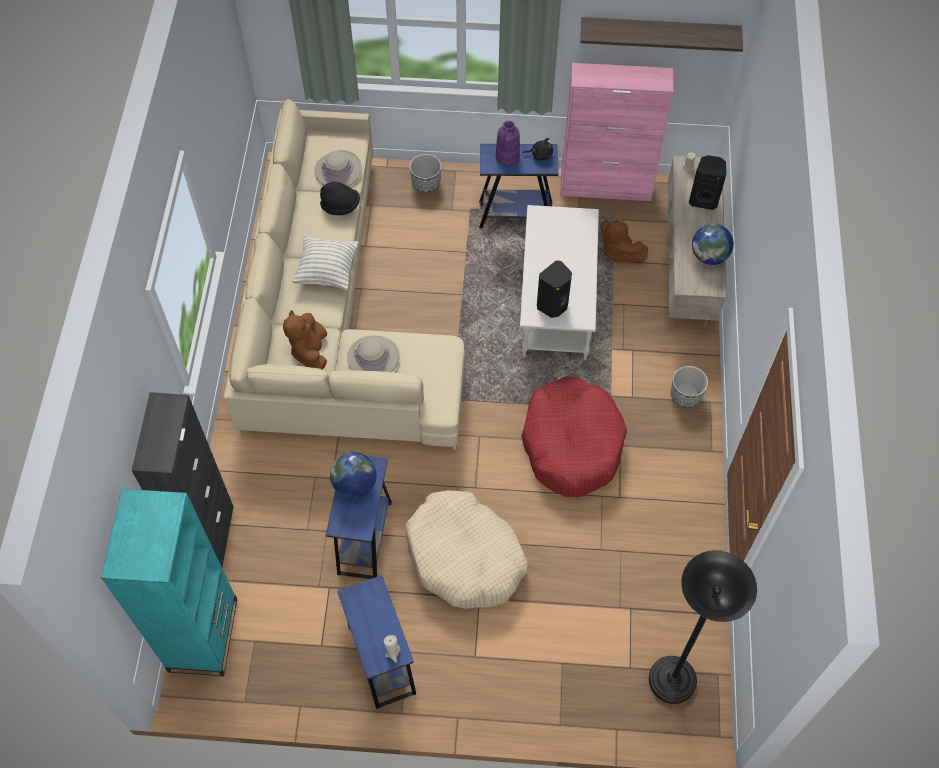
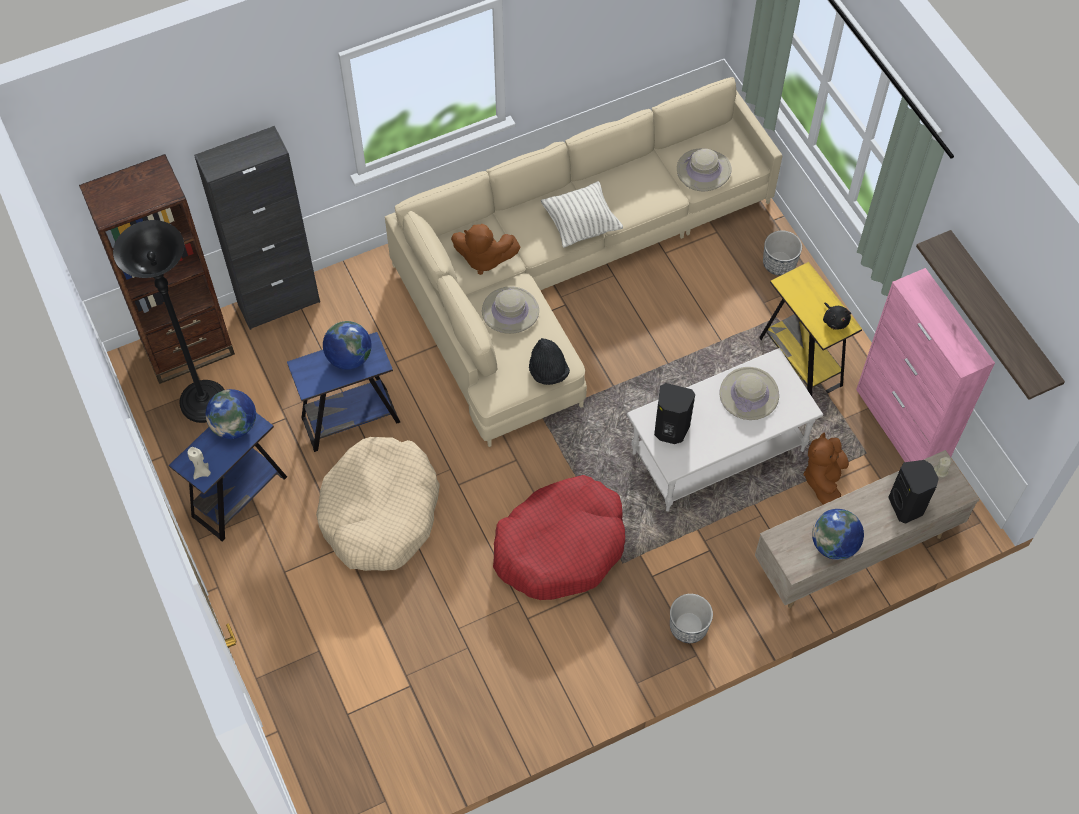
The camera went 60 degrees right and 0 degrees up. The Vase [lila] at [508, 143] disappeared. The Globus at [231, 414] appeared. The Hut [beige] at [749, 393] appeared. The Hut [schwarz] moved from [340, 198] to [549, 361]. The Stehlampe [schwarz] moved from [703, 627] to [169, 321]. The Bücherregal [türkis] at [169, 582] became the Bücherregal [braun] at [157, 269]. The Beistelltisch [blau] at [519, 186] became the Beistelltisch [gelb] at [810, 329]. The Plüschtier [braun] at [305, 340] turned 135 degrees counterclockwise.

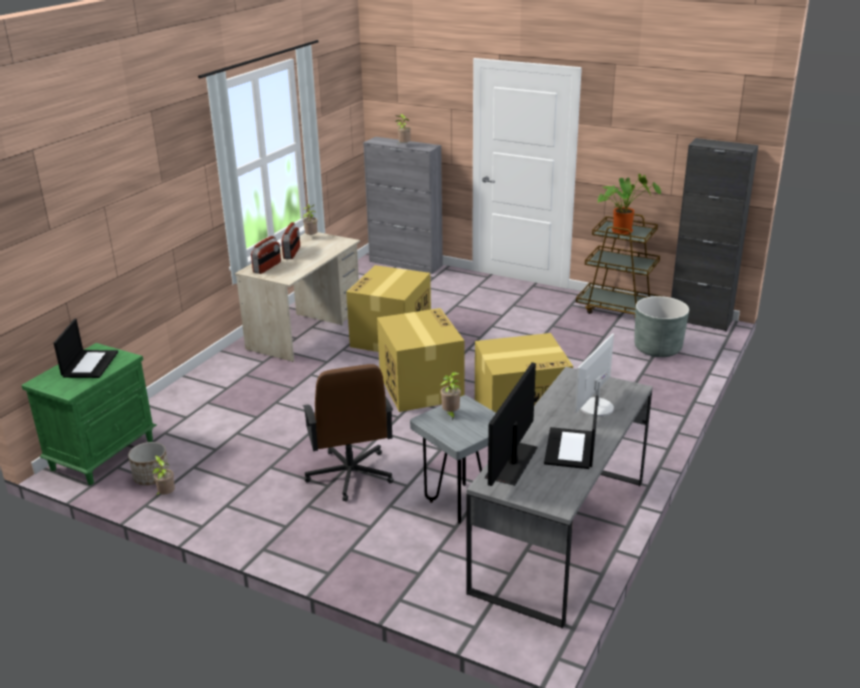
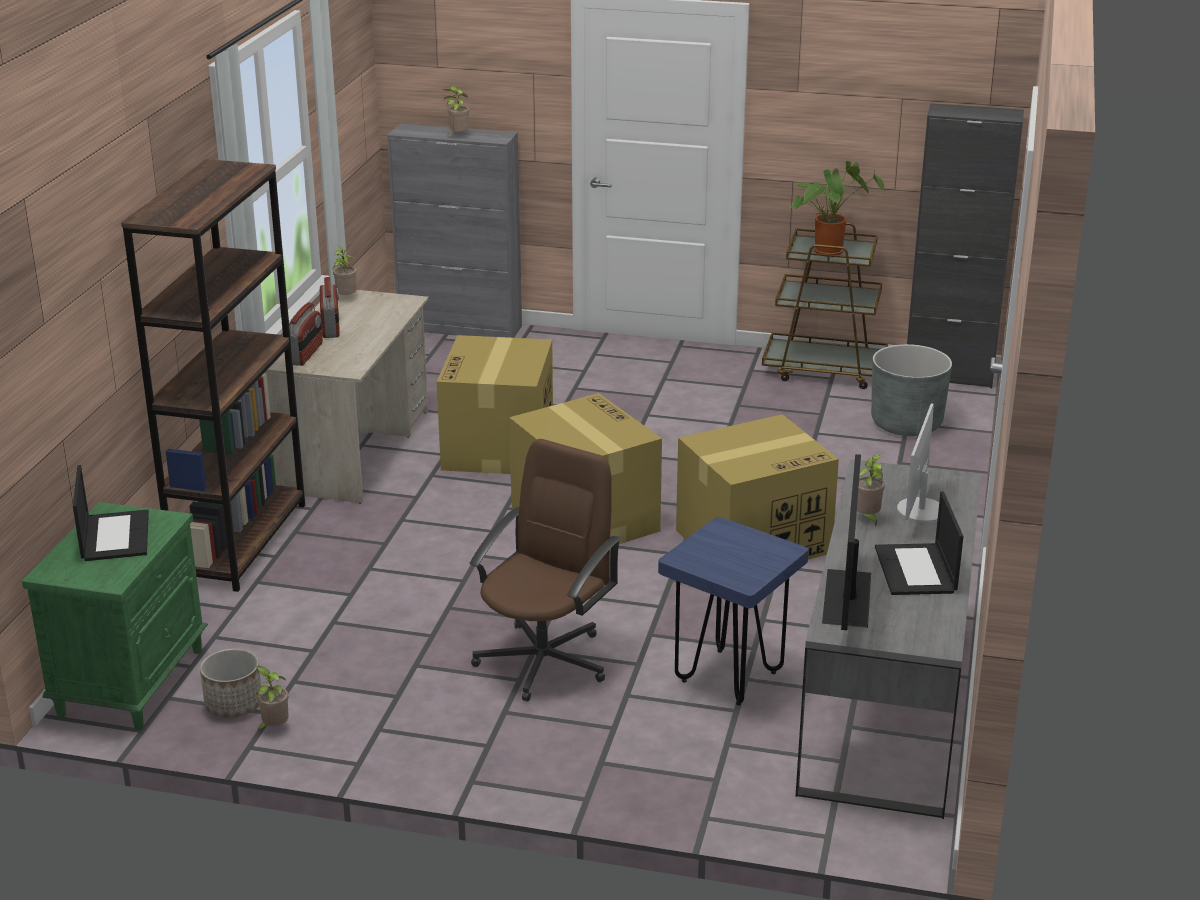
The camera went 15 degrees left and 0 degrees up. The Bücherregal [braun] at [213, 375] appeared. The Topfpflanze moved from [450, 396] to [871, 490]. The Hocker [grau] at [453, 459] became the Hocker [blau] at [733, 611]. The Bürostuhl [braun] at [348, 433] turned 120 degrees counterclockwise.

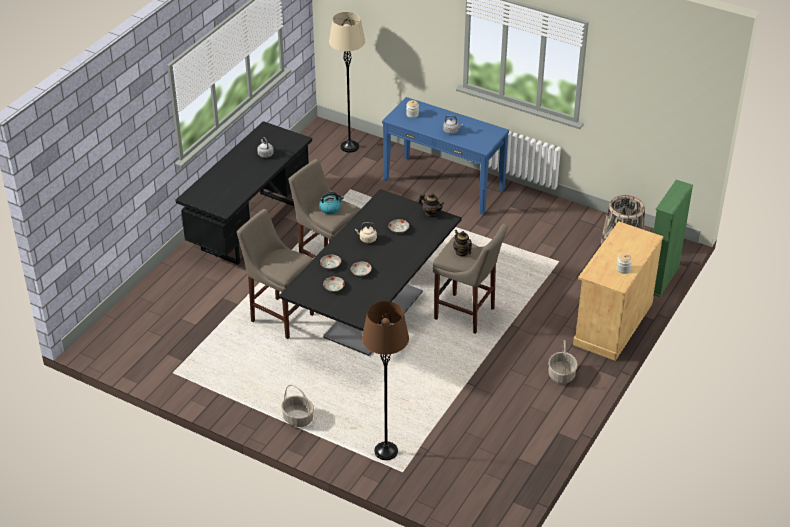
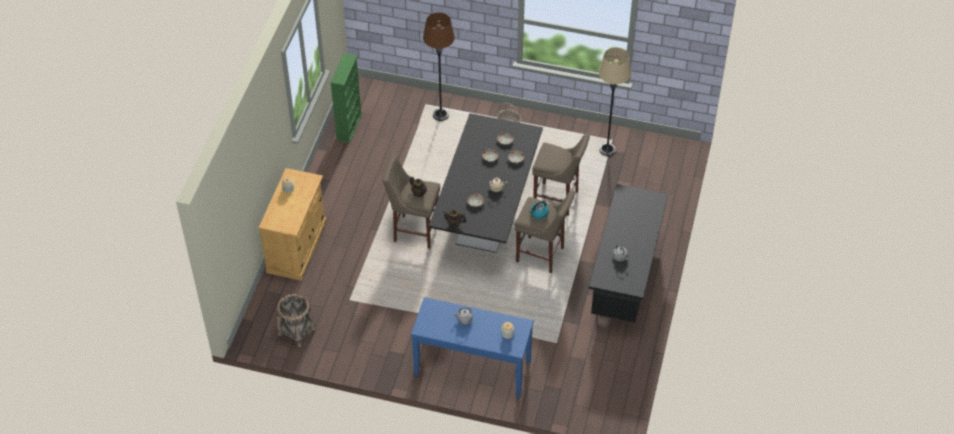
The camera went 165 degrees right and 10 degrees up. The Korb at [563, 362] disappeared. The Stehlampe [beige] moved from [347, 82] to [615, 101]. The Bücherregal [grün] moved from [673, 238] to [346, 98].

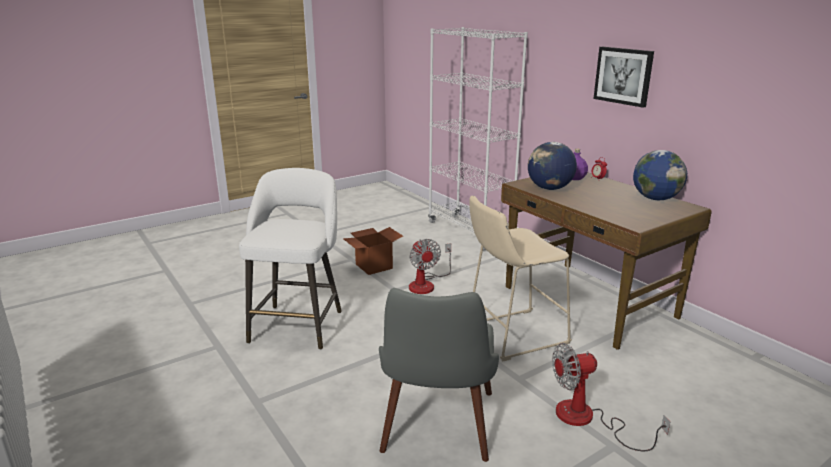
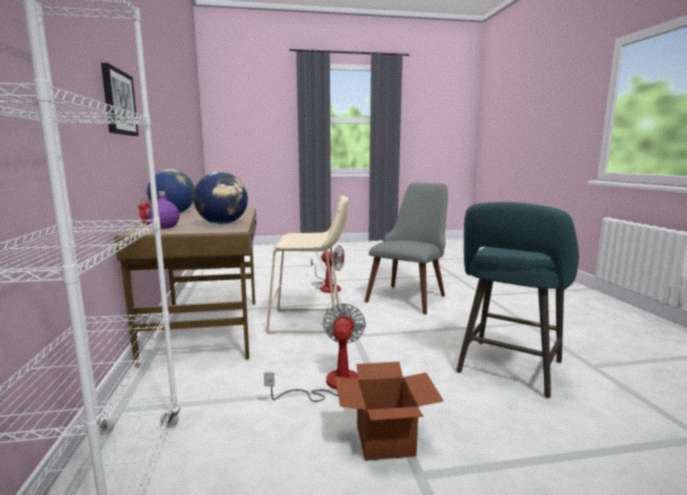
The camera went 155 degrees left and 10 degrees down. The Hocker [weiß] at [290, 259] became the Hocker [türkis] at [517, 300].

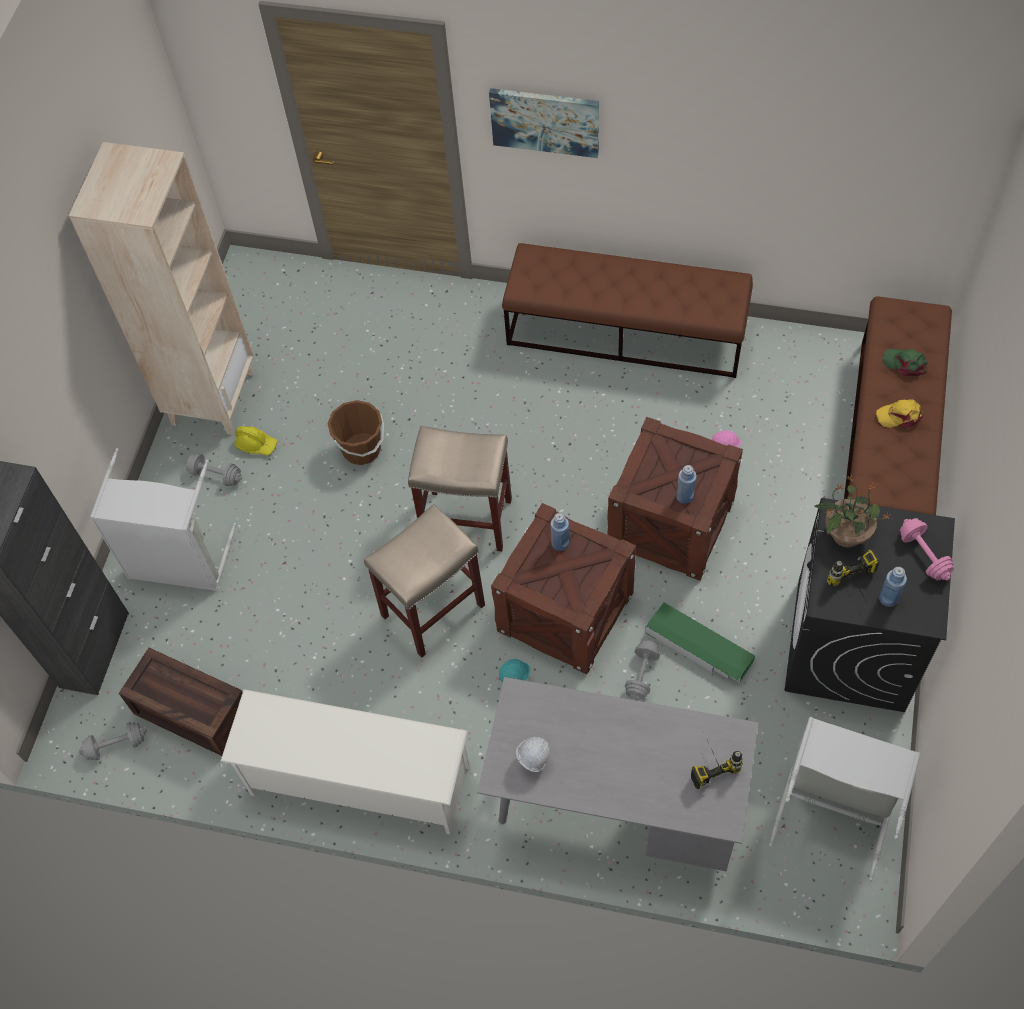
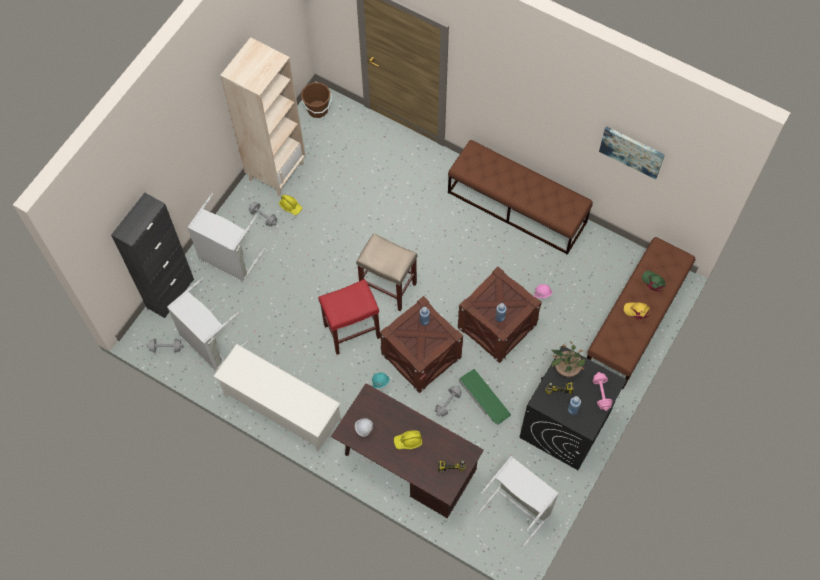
The camera went 15 degrees right and 5 degrees up. The Schutzhelm [gelb] at [408, 440] appeared. The Eimer [braun] moved from [356, 432] to [316, 100]. The Bild moved from [544, 123] to [632, 153]. The Kiste at [181, 702] was replaced by the Wäschekorb [grau] at [207, 324]. The Hocker [beige] at [424, 581] became the Hocker [rot] at [349, 317]. The Schreibtisch [grau] at [618, 774] became the Schreibtisch [braun] at [407, 451].

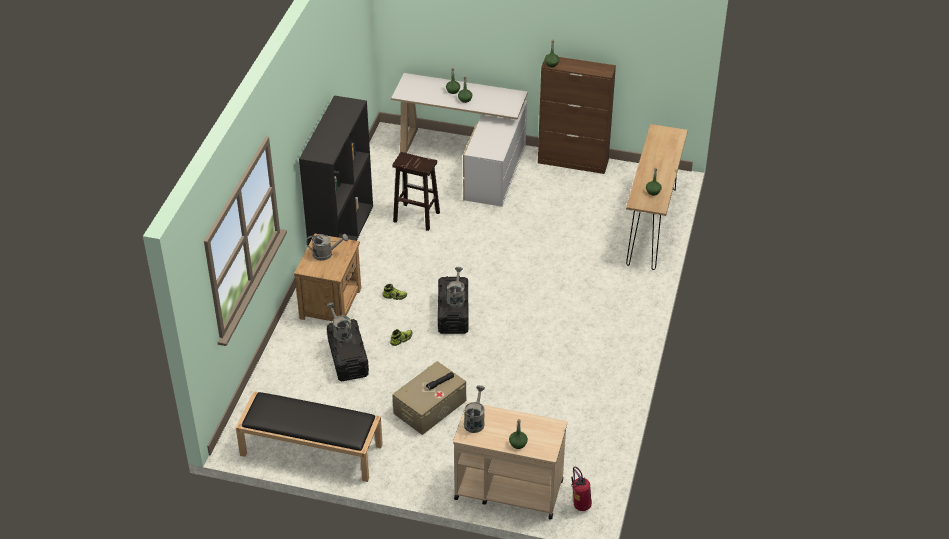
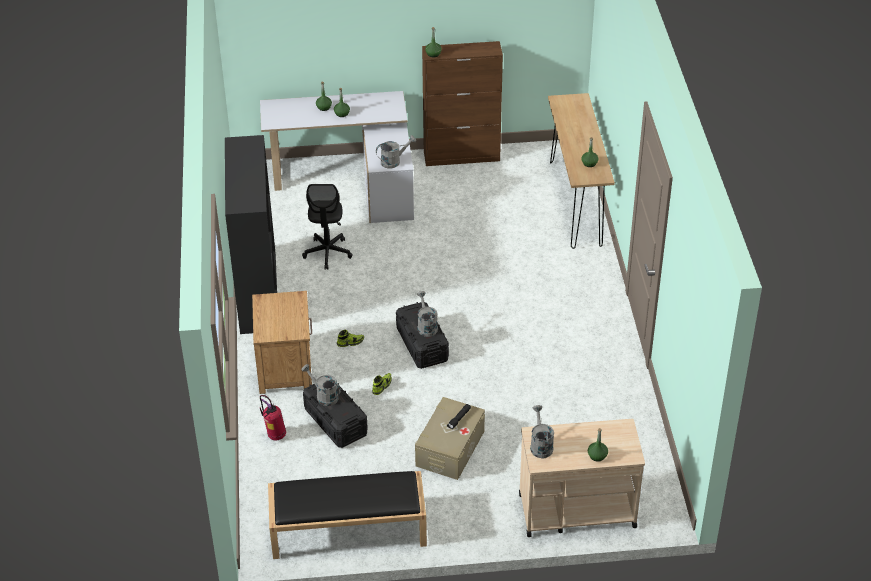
The camera went 20 degrees left and 0 degrees up. The Gießkanne [grau] moved from [327, 247] to [396, 151]. The Feuerlöscher moved from [581, 489] to [273, 417]. The Hocker [braun] at [416, 191] was replaced by the Bürostuhl [schwarz] at [327, 227].

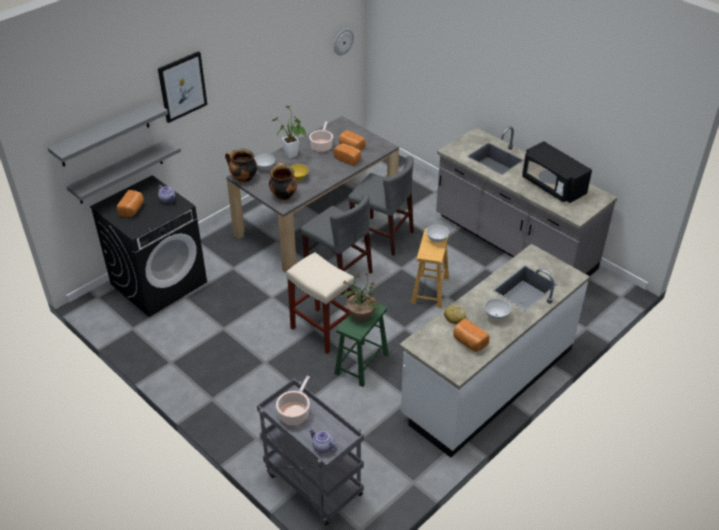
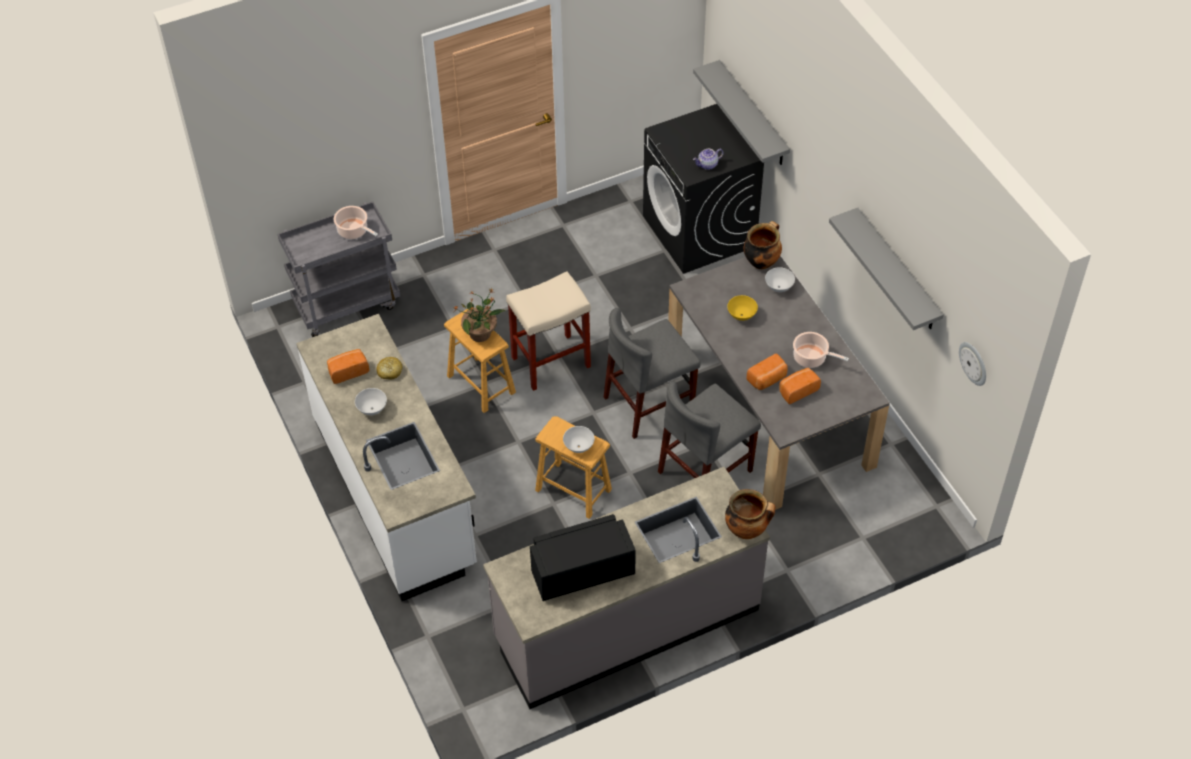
The camera went 110 degrees right and 10 degrees up. The Brot at [130, 203] disappeared. The Bild at [182, 87] disappeared. The Topfpflanze at [289, 132] disappeared. The Teekanne at [323, 440] disappeared. The Wandregal [grau] moved from [108, 134] to [886, 269]. The Kochtopf moved from [283, 181] to [750, 514]. The Hocker [grün] at [361, 345] became the Hocker [braun] at [480, 361].

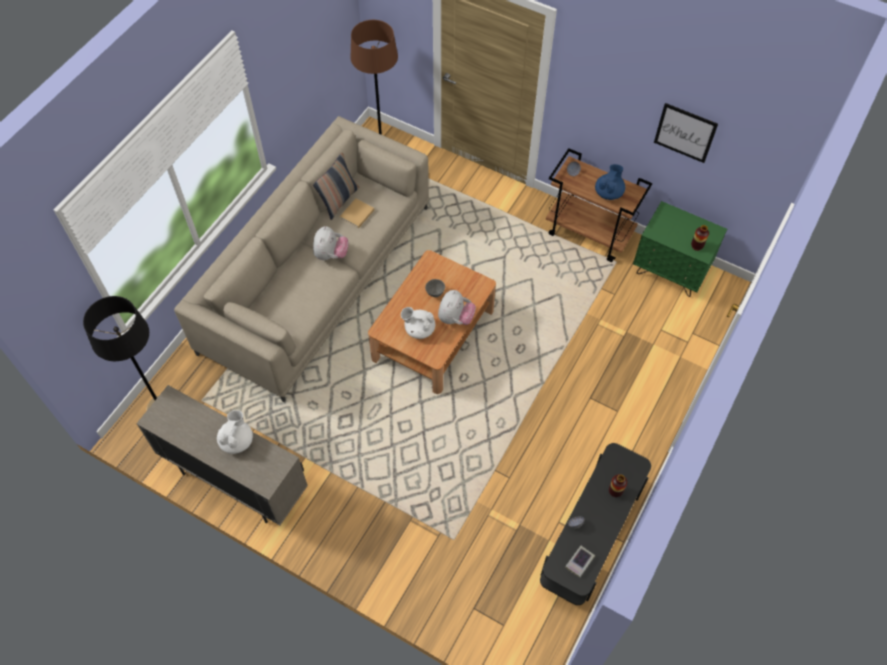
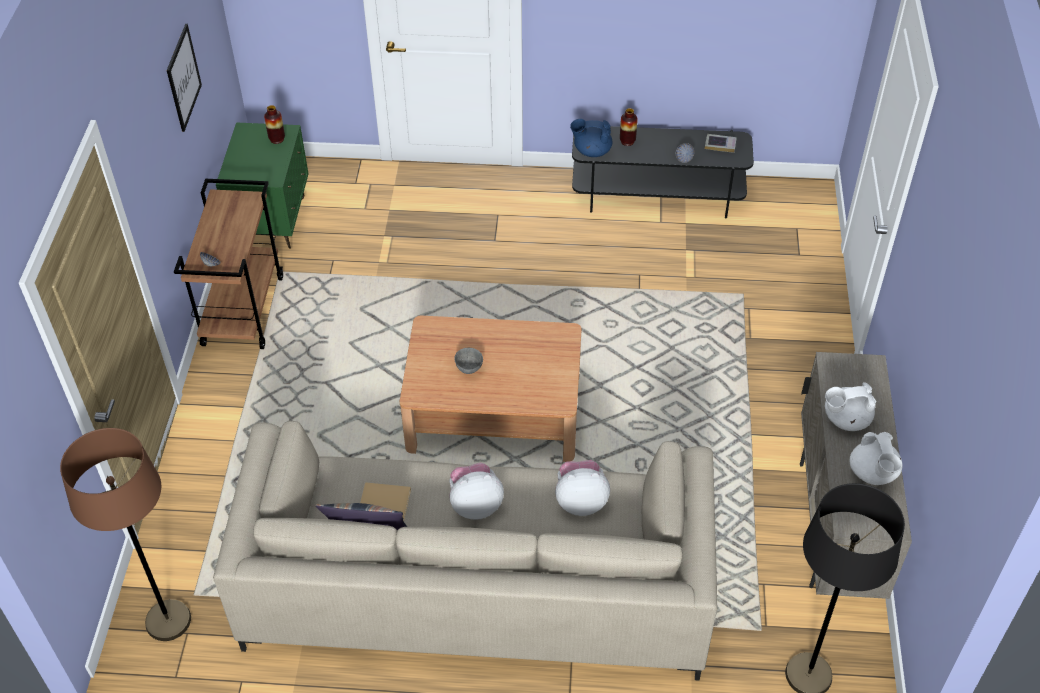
The camera went 115 degrees left and 10 degrees down. The Teekanne [weiß] moved from [418, 323] to [876, 458]. The Plüschtier moved from [457, 307] to [582, 488]. The Teekanne [blau] moved from [610, 182] to [591, 138].

